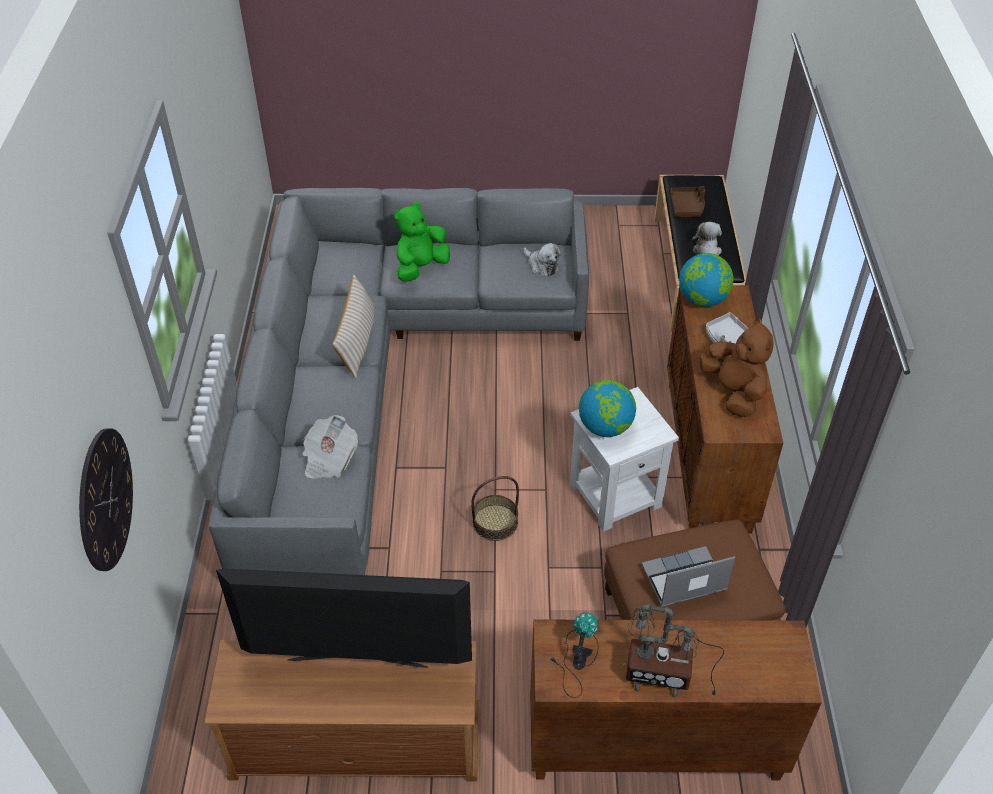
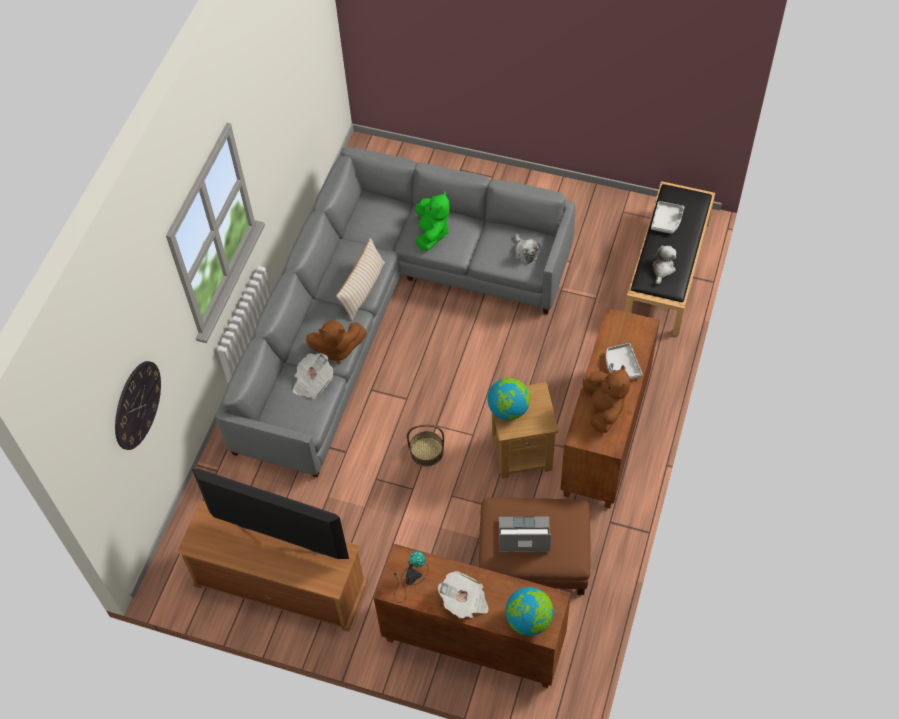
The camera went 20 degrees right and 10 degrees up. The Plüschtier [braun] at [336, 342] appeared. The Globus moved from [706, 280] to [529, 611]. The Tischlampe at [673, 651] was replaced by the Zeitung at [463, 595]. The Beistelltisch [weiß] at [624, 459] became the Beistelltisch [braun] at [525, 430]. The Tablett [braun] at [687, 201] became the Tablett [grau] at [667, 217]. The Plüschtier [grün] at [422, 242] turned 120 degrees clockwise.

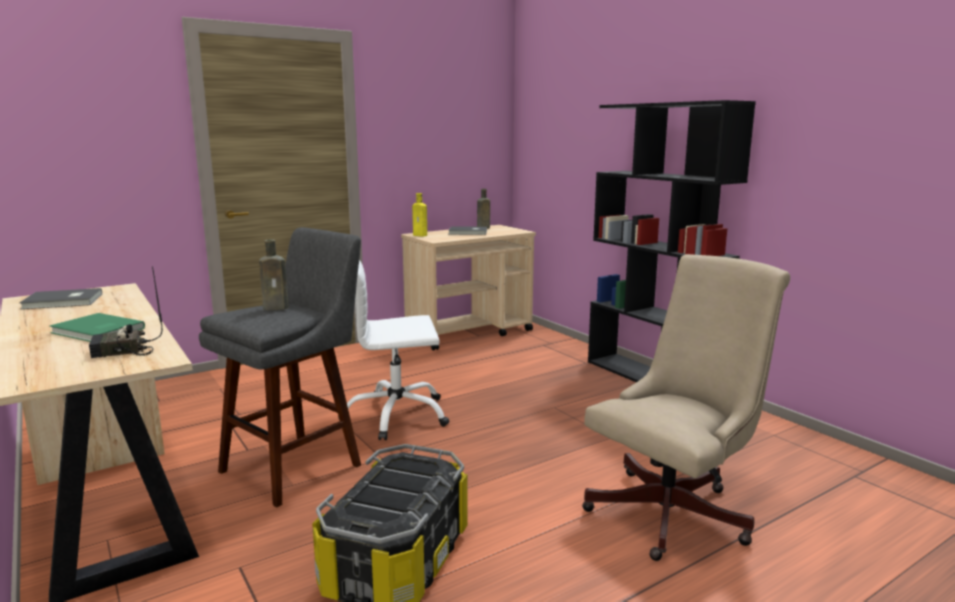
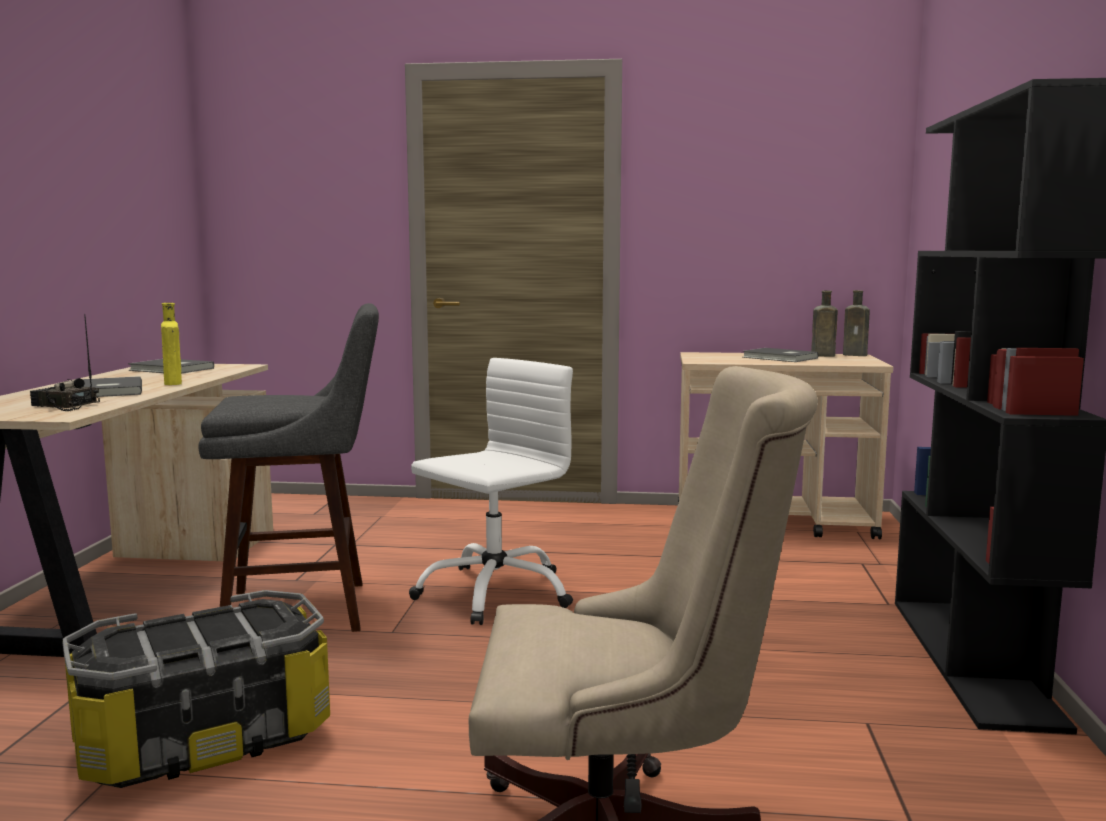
The camera went 40 degrees right and 5 degrees down. The Flasche [braun] moved from [274, 275] to [856, 323]. The Flasche [gelb] moved from [419, 214] to [171, 344]. The Buch [grün] at [97, 327] became the Buch [grau] at [112, 386]. The Bürostuhl [weiß] at [393, 350] turned 105 degrees clockwise.

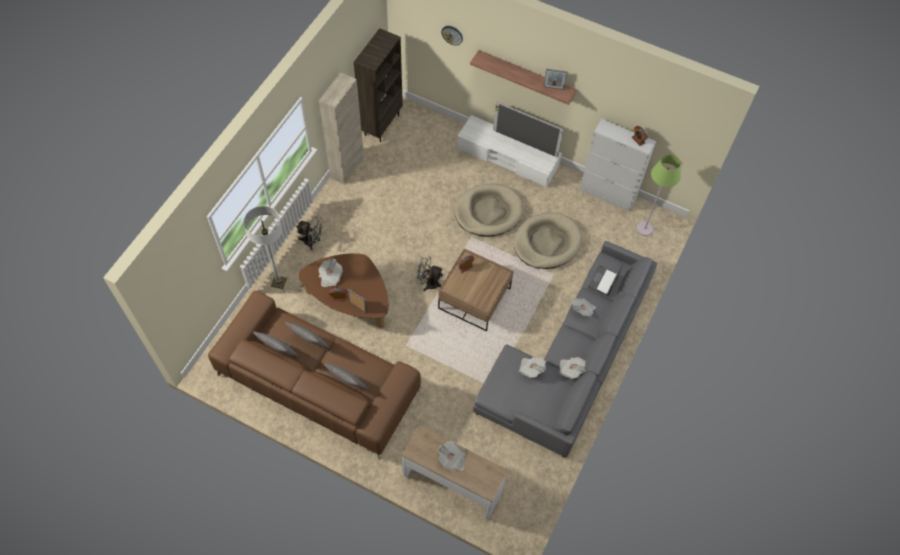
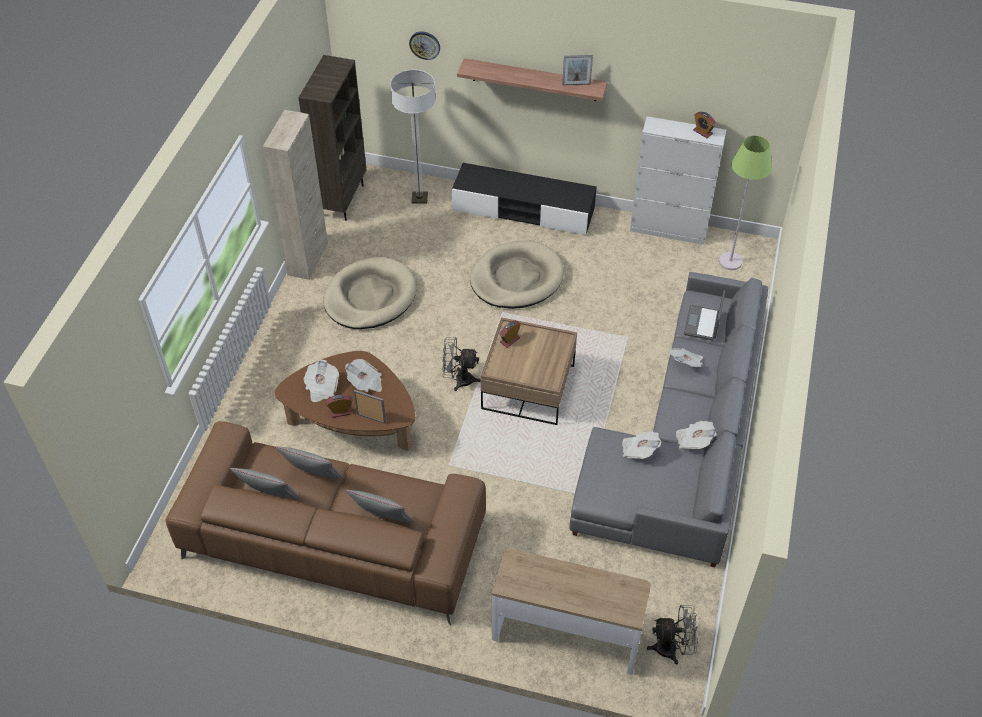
The camera went 10 degrees left and 10 degrees down. The Fernseher at [528, 129] disappeared. The Stehlampe moved from [265, 247] to [413, 136]. The Ventilator [grau] moved from [309, 233] to [672, 635]. The Zeitung moved from [452, 456] to [363, 375]. The Hundebett [beige] moved from [548, 240] to [370, 293]. The Fernsehschrank [weiß] at [509, 151] became the Fernsehschrank [schwarz] at [524, 199].

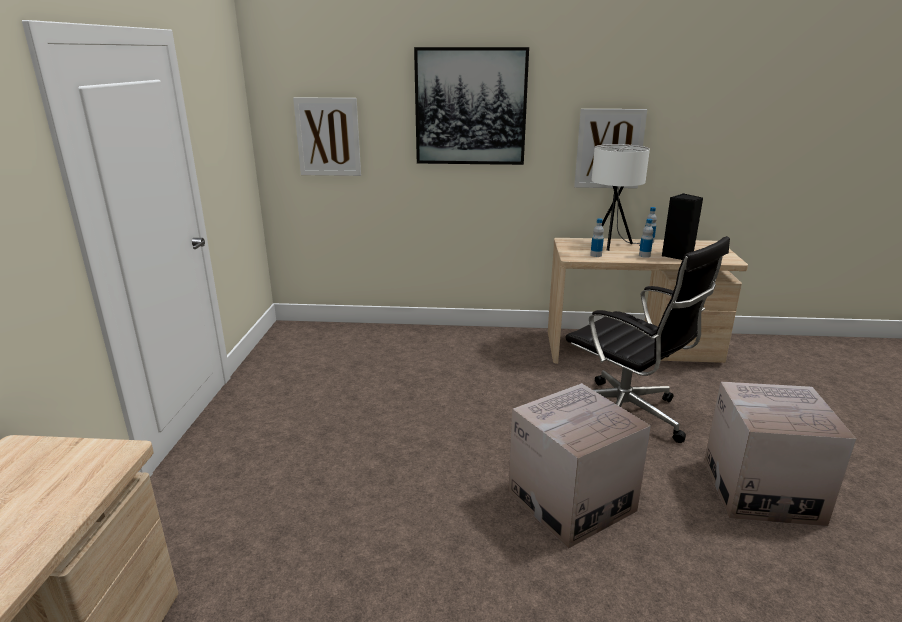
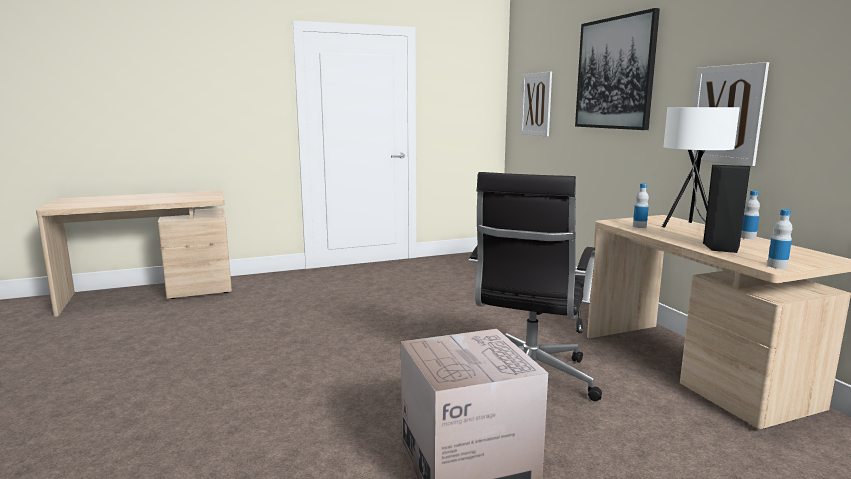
The camera went 65 degrees right and 10 degrees down. The Karton at [579, 466] disappeared. The Flasche moved from [646, 238] to [779, 239].

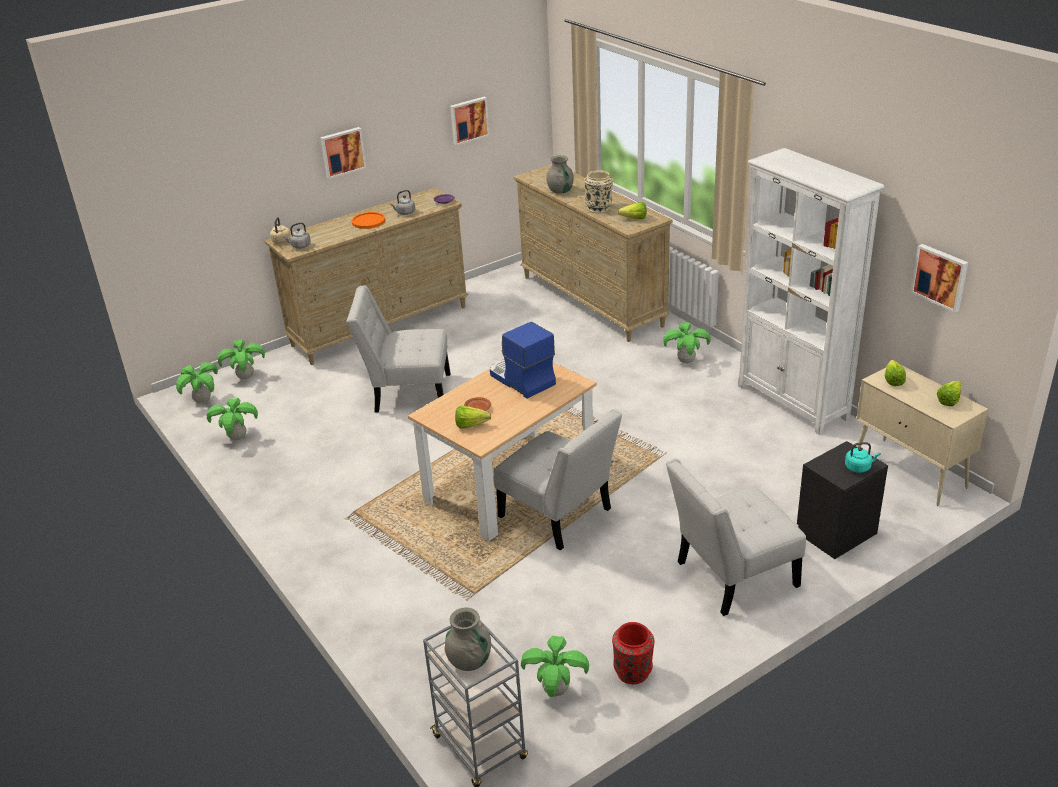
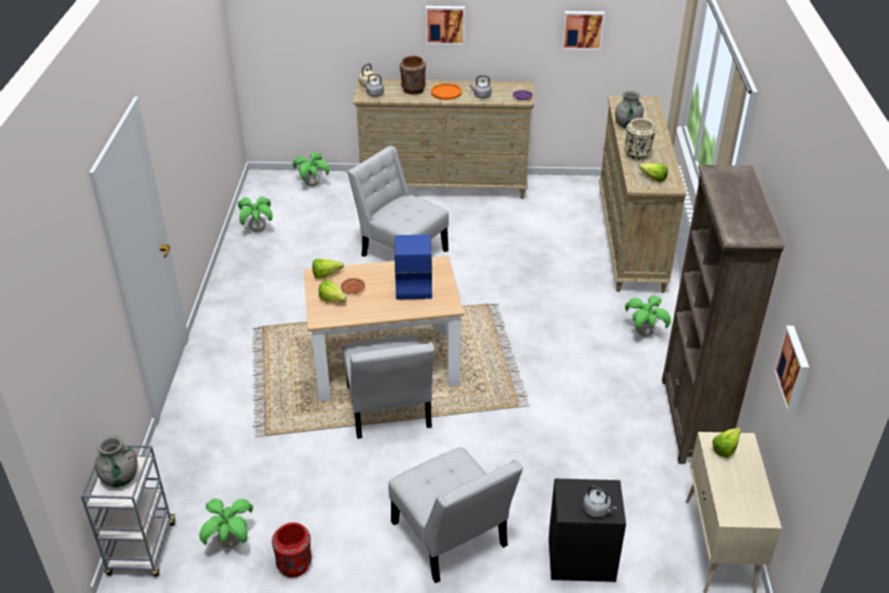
The camera went 35 degrees right and 5 degrees up. The Topfpflanze at [197, 382] disappeared. The Vase [braun] at [413, 75] appeared. The Salatkopf moved from [949, 393] to [328, 269]. The Bücherregal [weiß] at [811, 291] became the Bücherregal [braun] at [723, 314]. The Wasserkessel [türkis] at [863, 457] became the Wasserkessel [grau] at [600, 501]. The Stuhl [weiß] at [736, 537] turned 135 degrees counterclockwise.

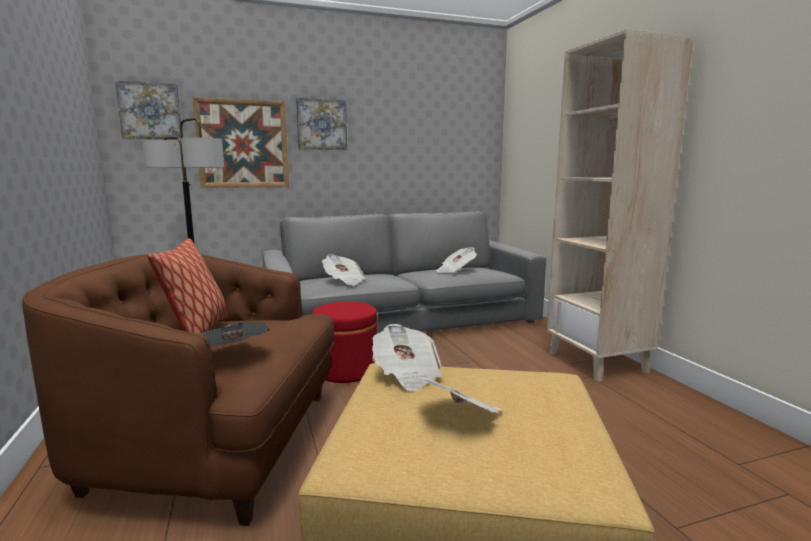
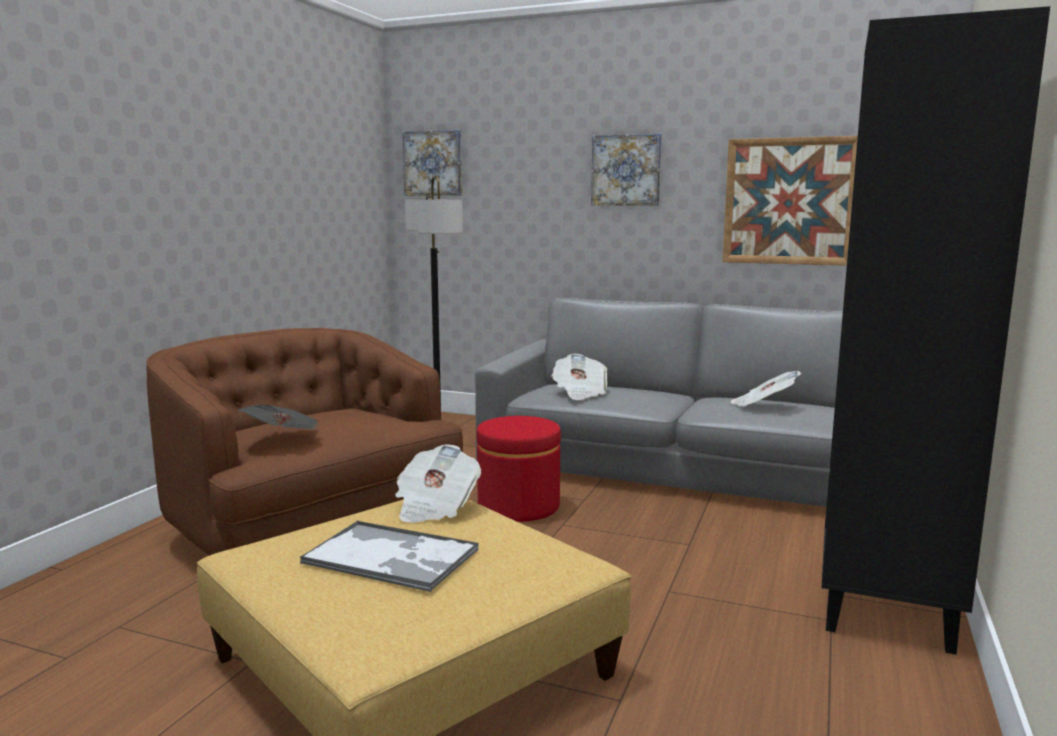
The camera went 40 degrees right and 0 degrees up. The Kissen at [187, 286] disappeared. The Bild moved from [241, 142] to [790, 201]. The Zeitung at [459, 395] was replaced by the Tablett at [389, 556]. The Bücherregal [beige] at [620, 205] became the Bücherregal [schwarz] at [935, 330].

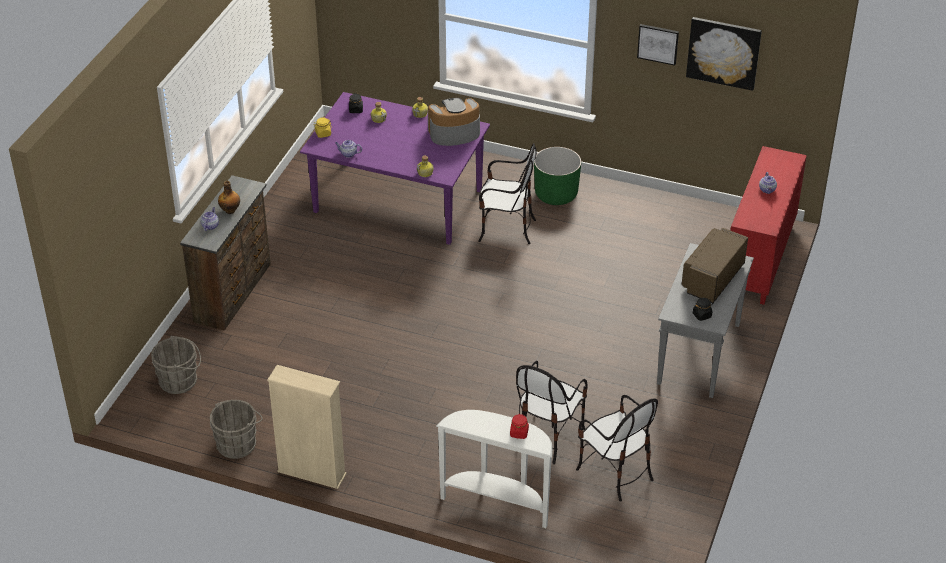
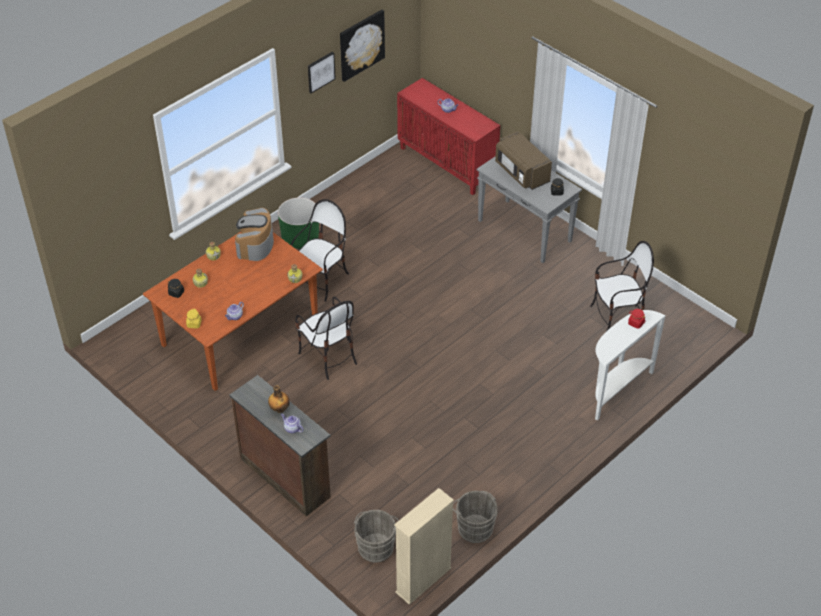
The camera went 65 degrees left and 5 degrees up. The Bücherregal [beige] moved from [307, 427] to [424, 546]. The Stuhl moved from [552, 412] to [326, 338]. The Esstisch [lila] at [395, 168] became the Esstisch [braun] at [233, 311].

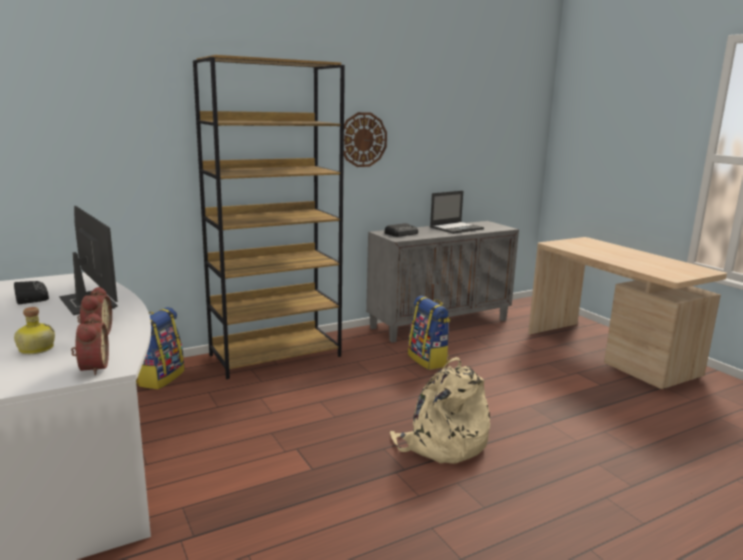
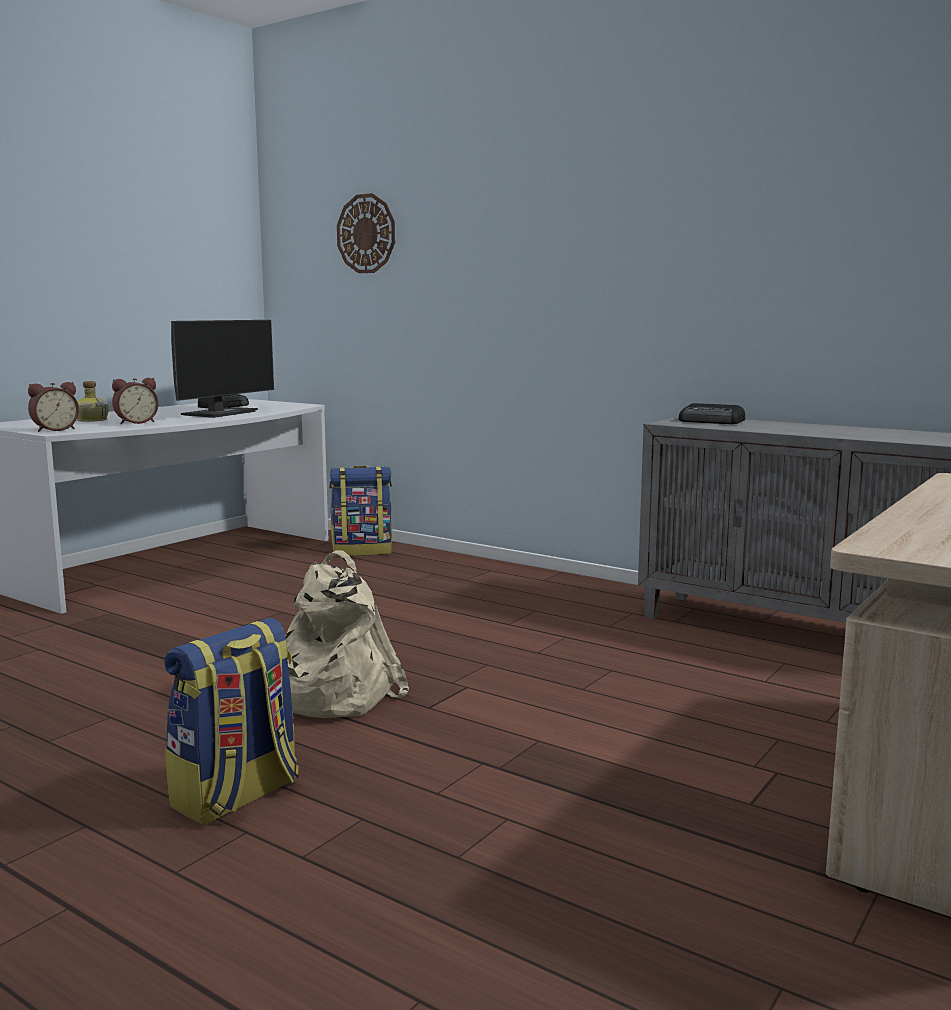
The camera went 65 degrees right and 5 degrees down. The Bücherregal [braun] at [269, 217] disappeared. The Laptop at [457, 212] disappeared. The Wanduhr moved from [365, 139] to [366, 233]. The Rucksack moved from [429, 333] to [232, 721].

